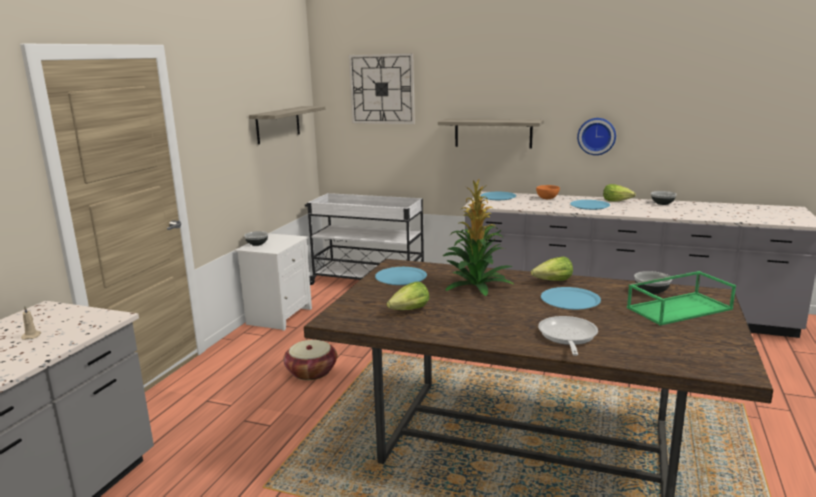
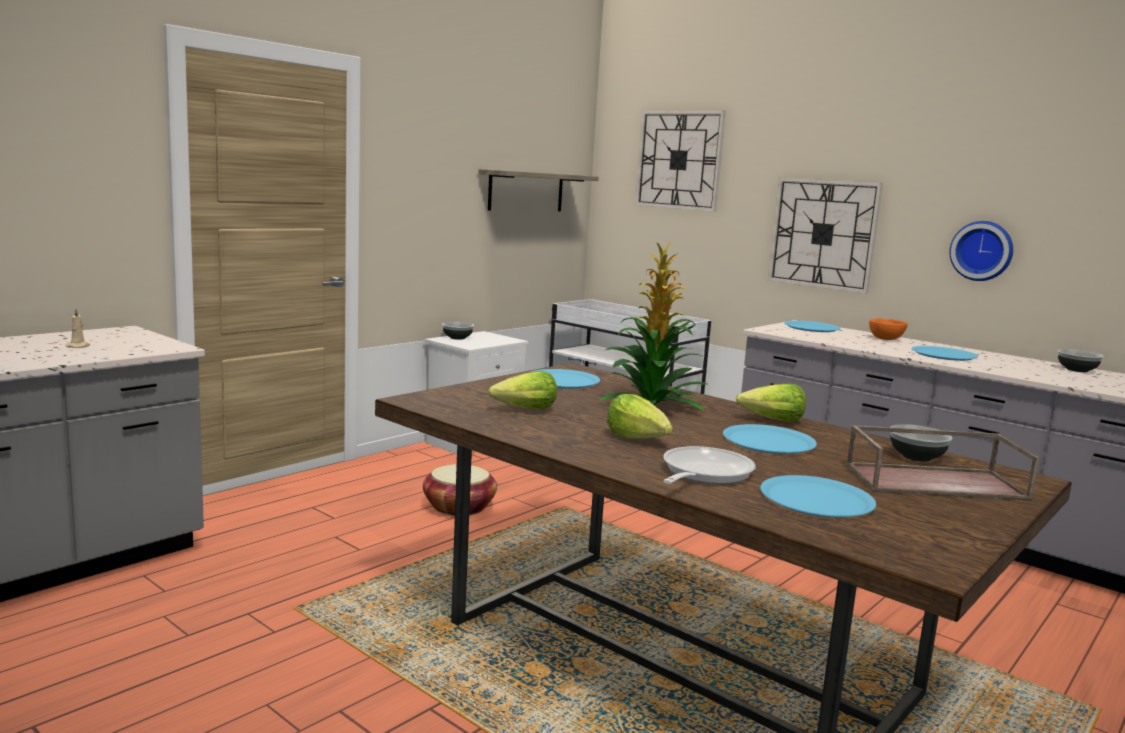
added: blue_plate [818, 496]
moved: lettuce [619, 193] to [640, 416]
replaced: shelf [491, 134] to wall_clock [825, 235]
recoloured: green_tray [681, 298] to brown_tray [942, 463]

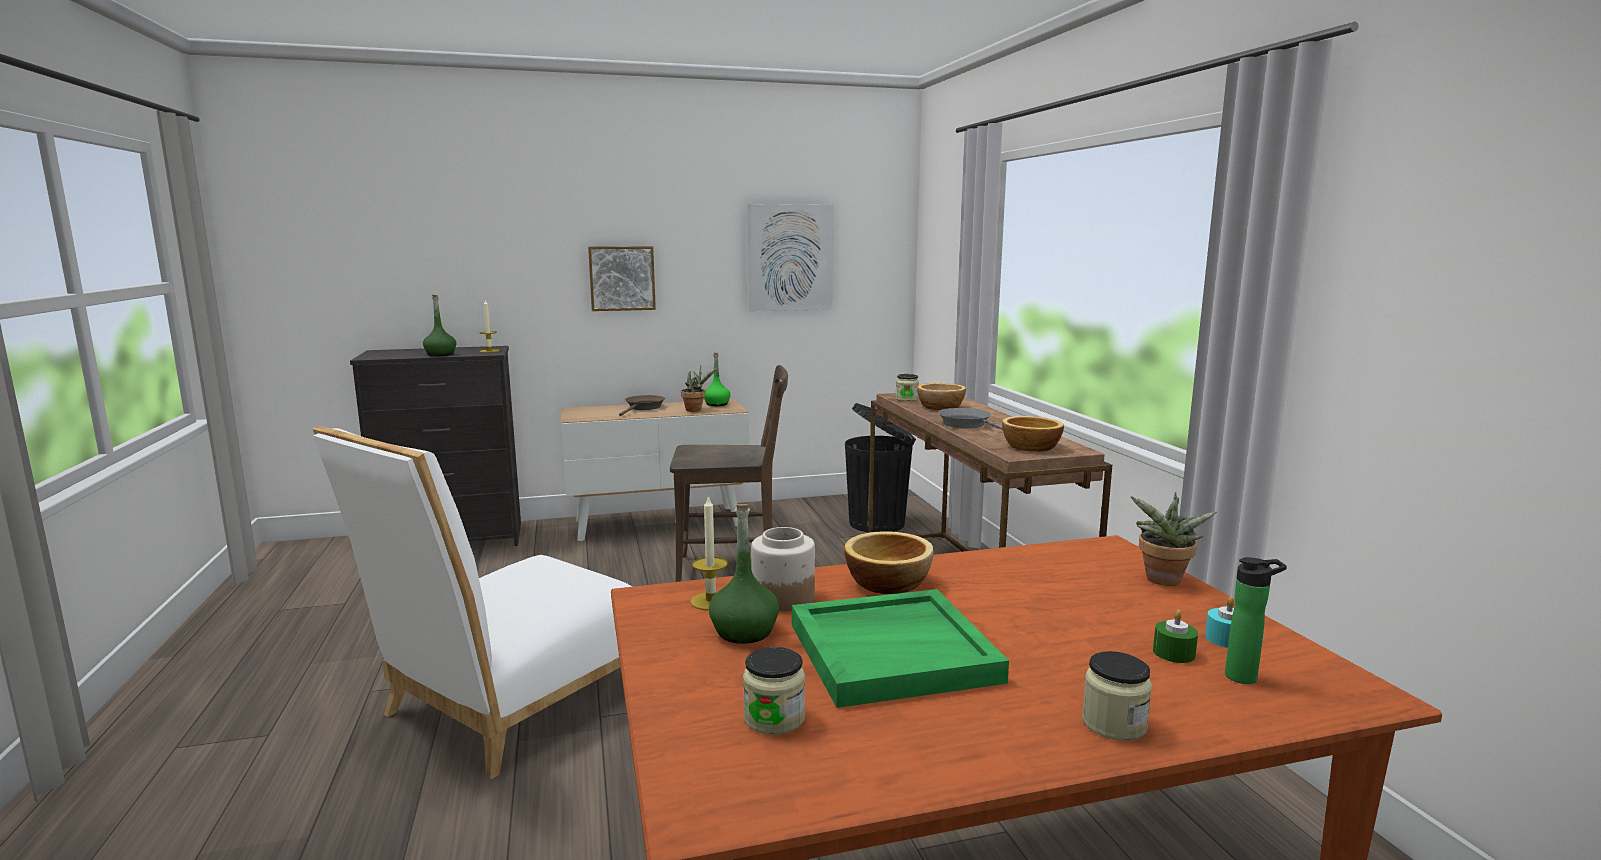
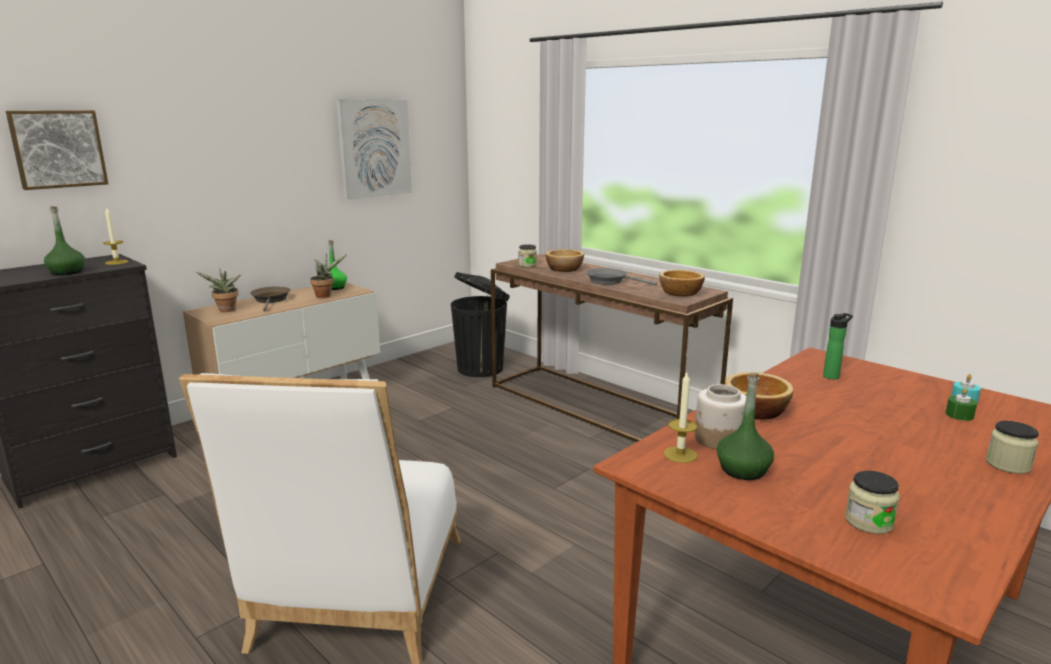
removed: brown_chair [729, 473]; green_tray [900, 648]
moved: picture [622, 278] to [57, 150]; potted_plant [1173, 539] to [218, 290]; bottle [1256, 620] to [838, 346]

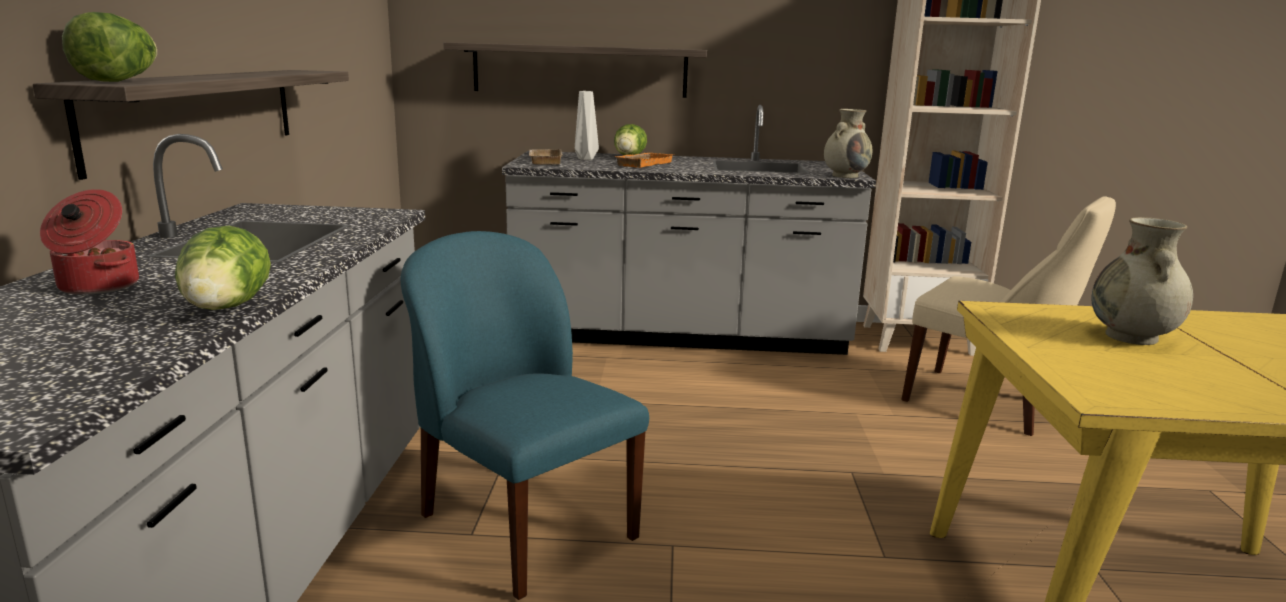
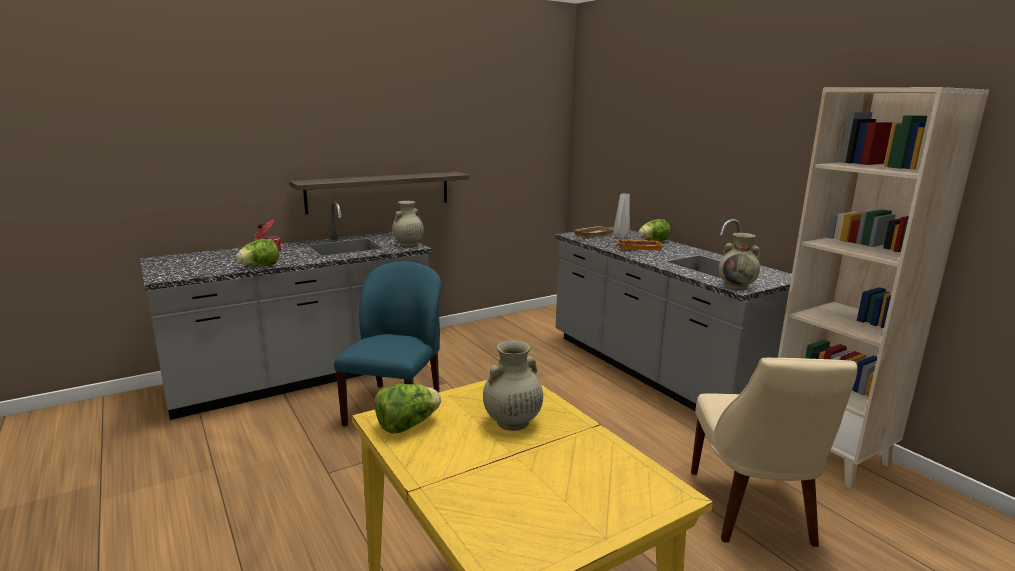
removed: shelf [575, 70]
added: beige_vase [408, 224]
moved: lettuce [109, 47] to [408, 409]

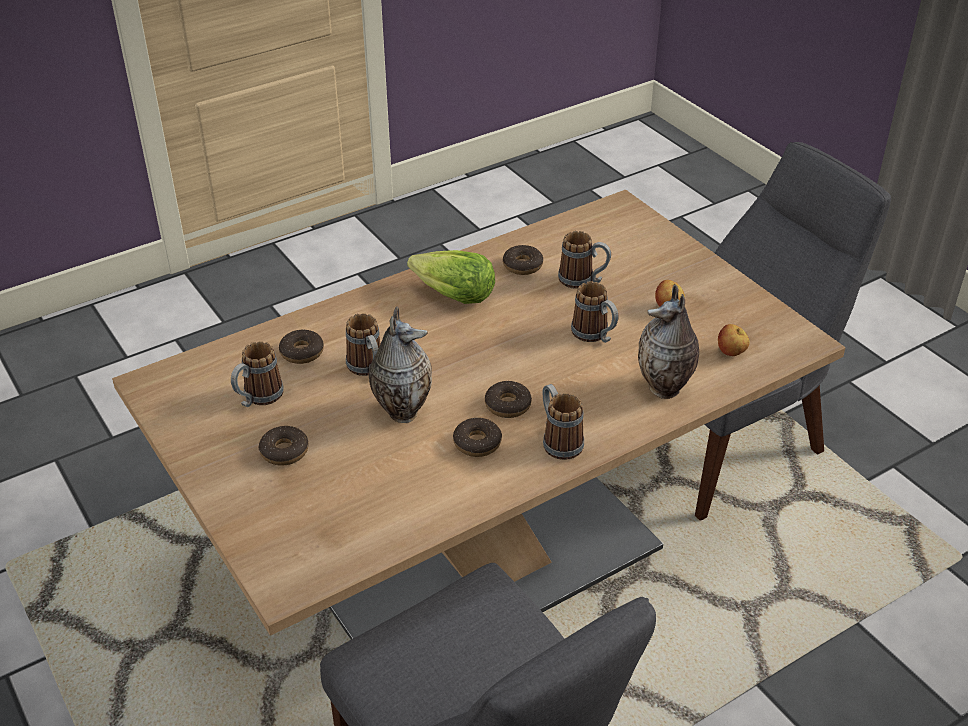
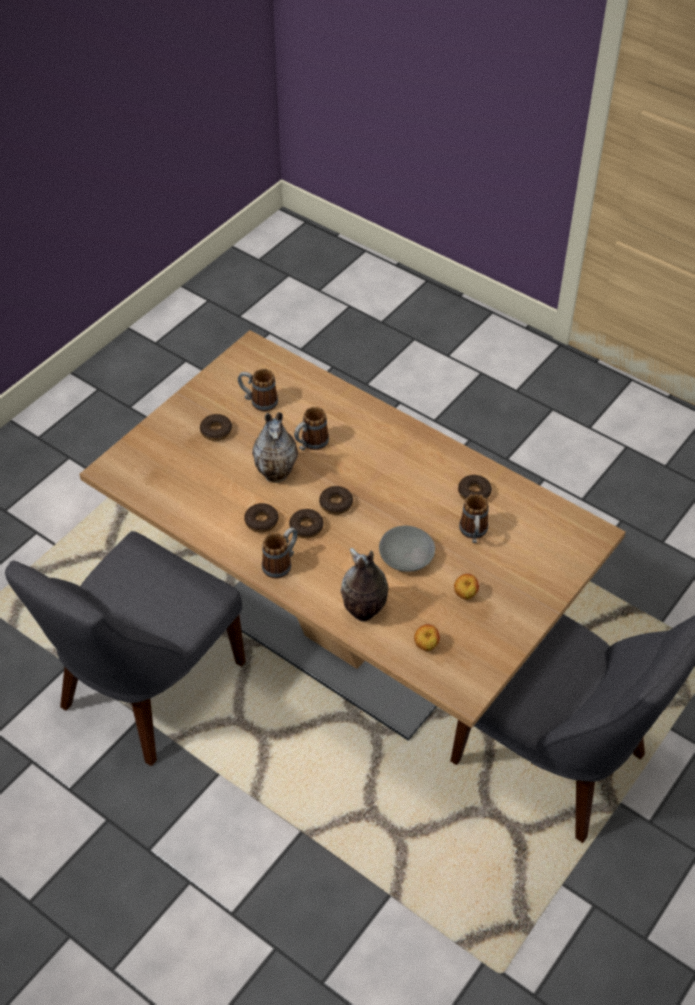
removed: lettuce [451, 277]
moved: donut [301, 347] to [336, 500]
replaced: mug [594, 312] to grey_bowl [407, 549]

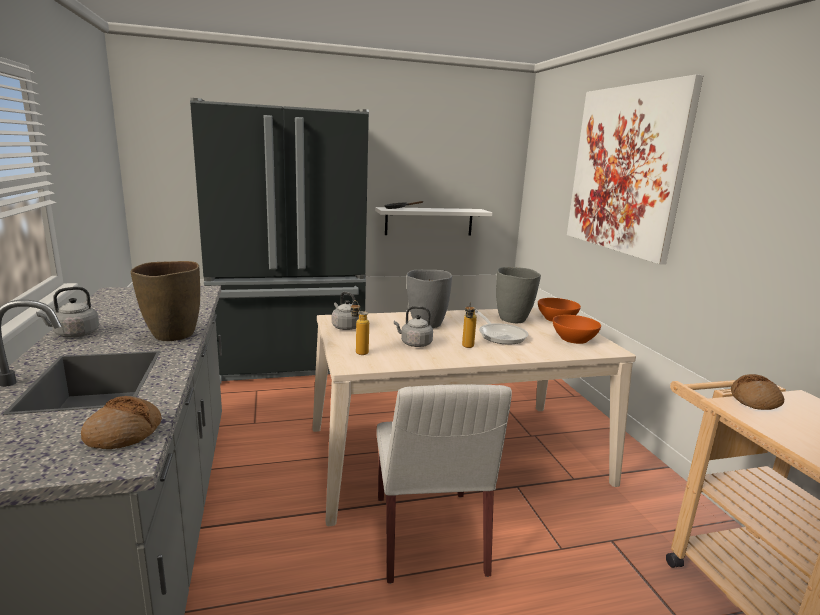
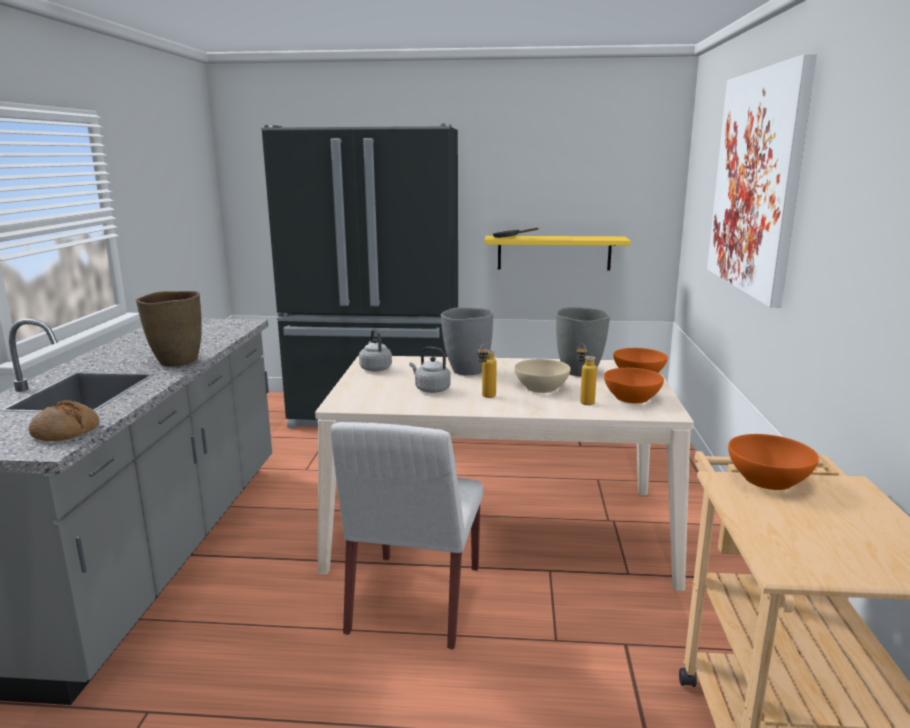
removed: grey_kettle [67, 312]
moved: bottle [360, 328] to [587, 374]
replaced: frying_pan [501, 326] to beige_bowl [543, 376]; bread [757, 392] to orange_bowl [773, 462]
recoloured: white_shelf [434, 221] to yellow_shelf [557, 253]

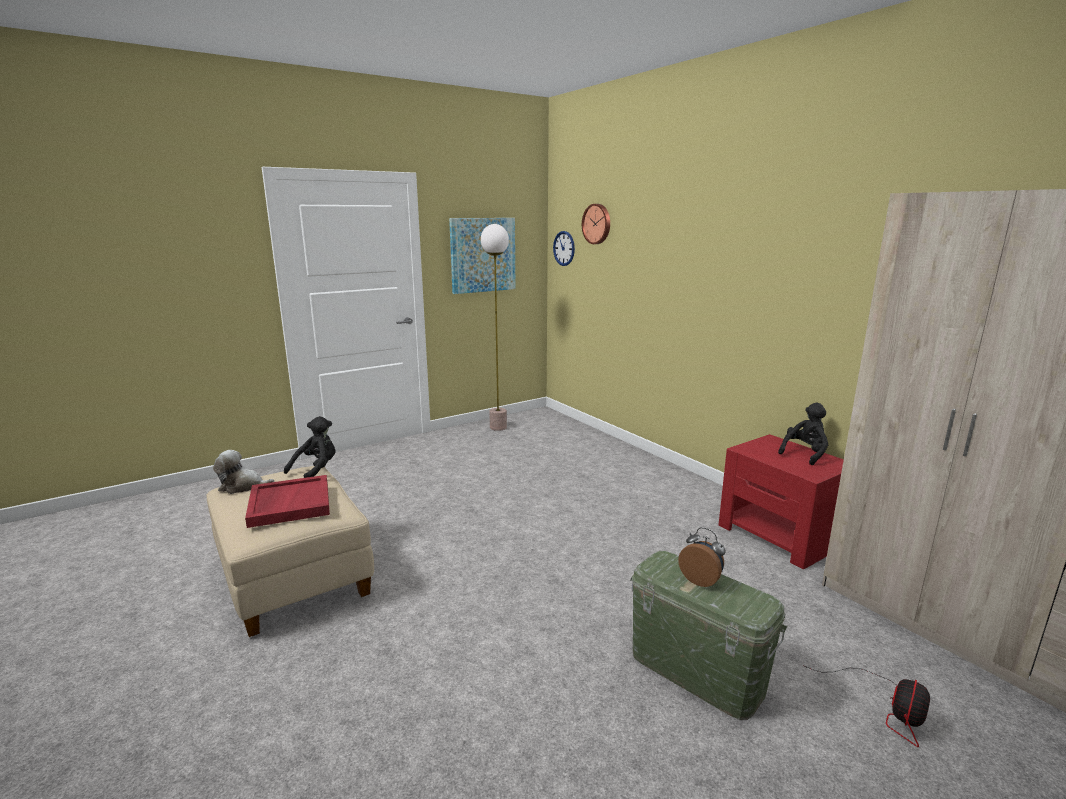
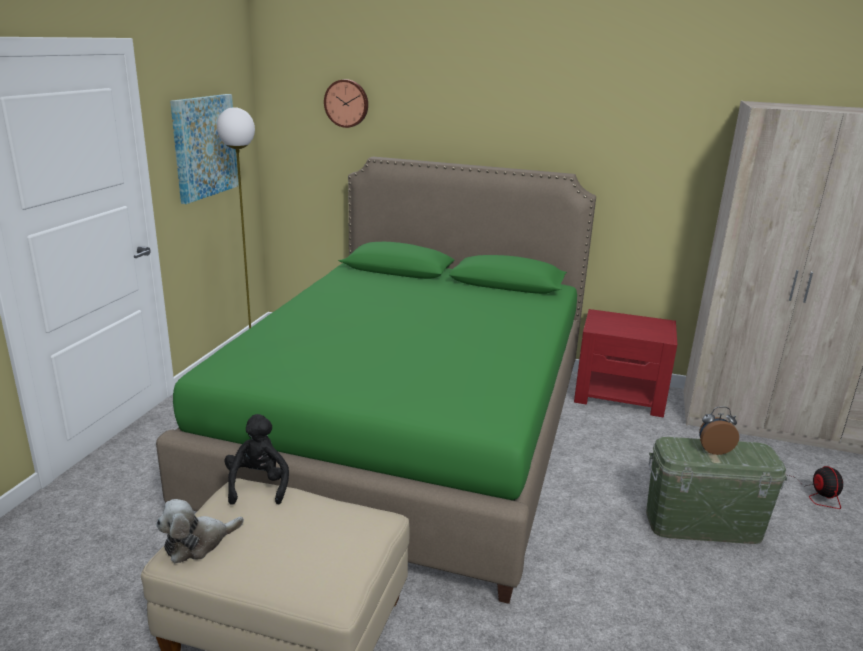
removed: wall_clock [564, 248]; black_plush_toy [803, 434]; red_tray [287, 501]
added: green_bed [376, 380]

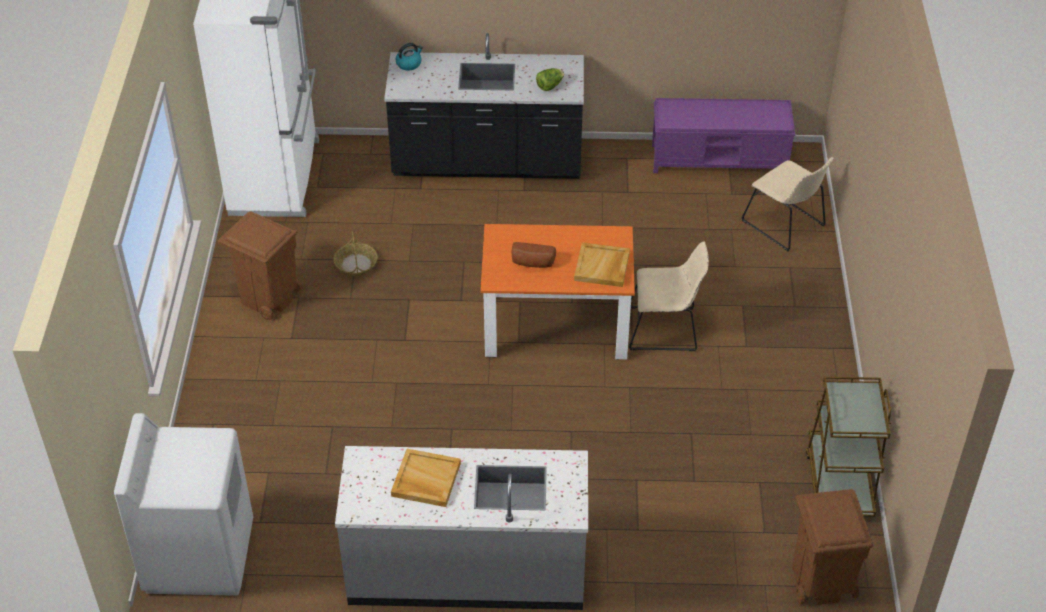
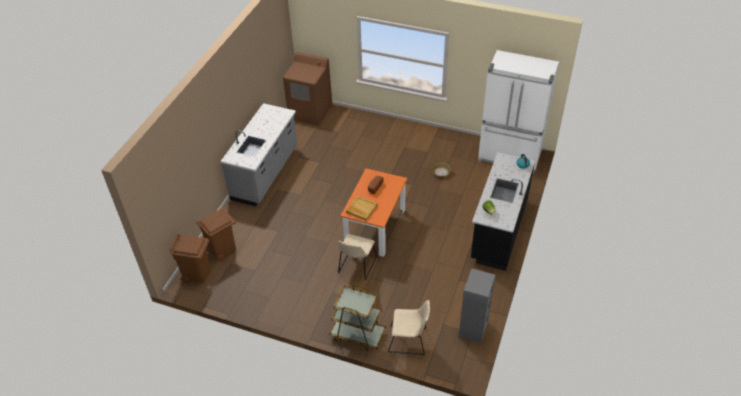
removed: beige_tray [426, 478]
moved: brown_trash_can [260, 266] to [216, 235]; brown_cart [848, 447] to [357, 318]
replaced: purple_bench [724, 135] to grey_bookcase [477, 305]
recoloured: white_washing_machine [183, 504] to brown_washing_machine [307, 88]
turned: beige_chair [787, 204] = [409, 327] 150 degrees counterclockwise

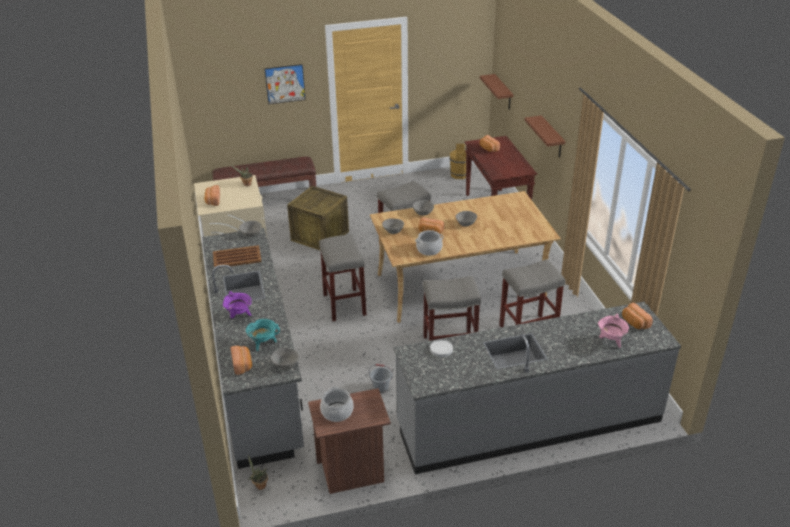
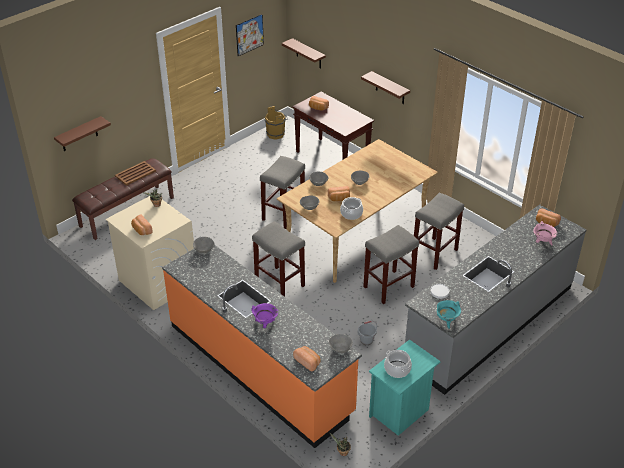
removed: crate [318, 218]
added: brown_shelf [82, 133]
moved: picture [285, 84] to [250, 35]; brown_tray [237, 256] to [135, 173]; turquoise_cooking_pot [263, 335] to [449, 314]
recoloured: grey_counter [253, 348] to orange_counter [262, 346]; brown_nightstand [349, 441] to turquoise_nightstand [404, 387]

